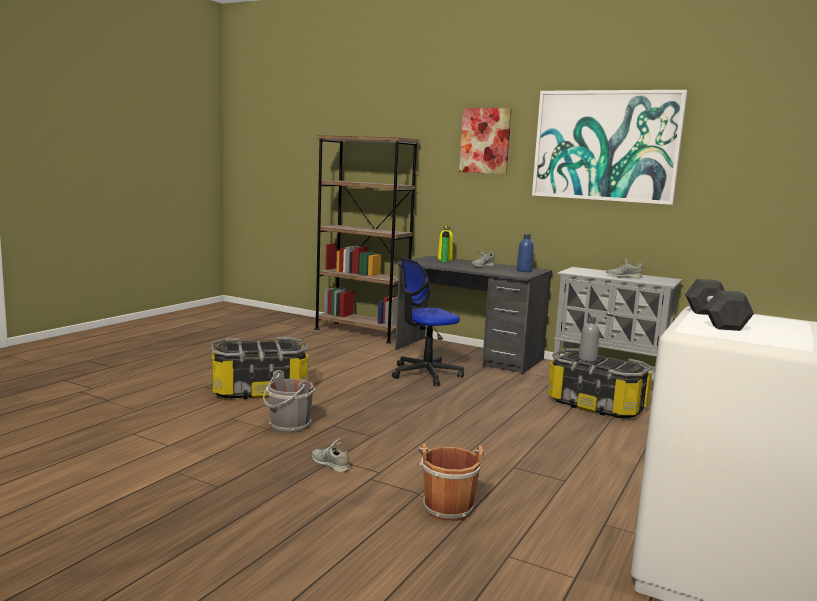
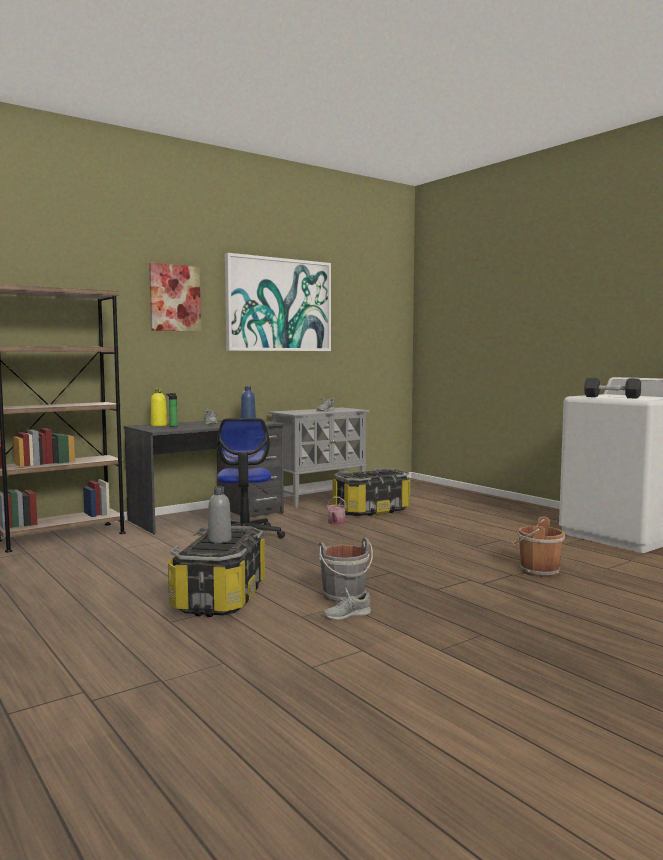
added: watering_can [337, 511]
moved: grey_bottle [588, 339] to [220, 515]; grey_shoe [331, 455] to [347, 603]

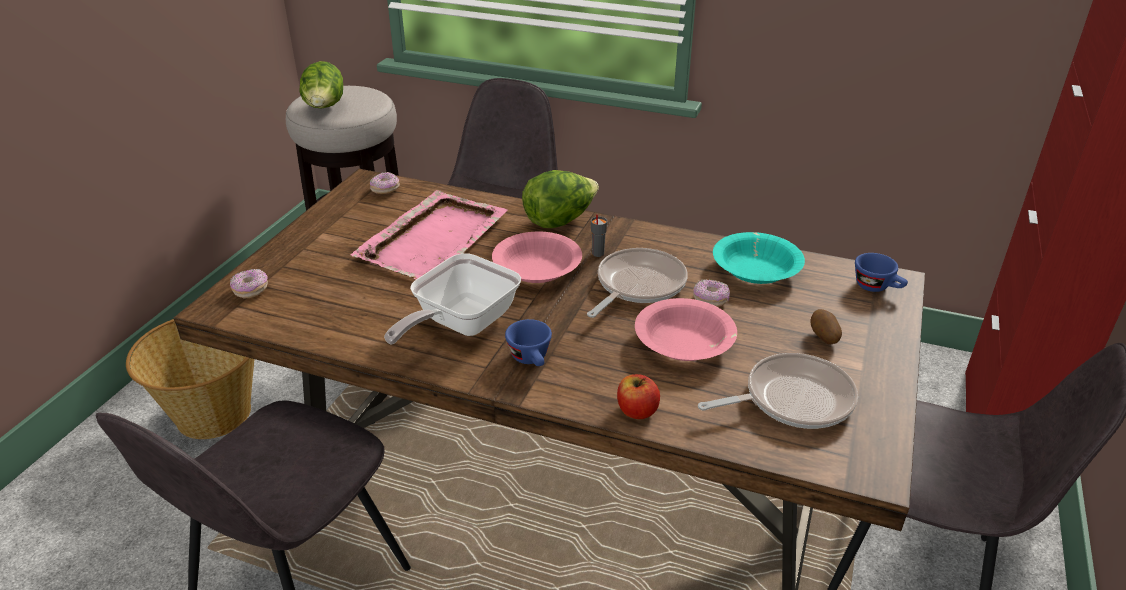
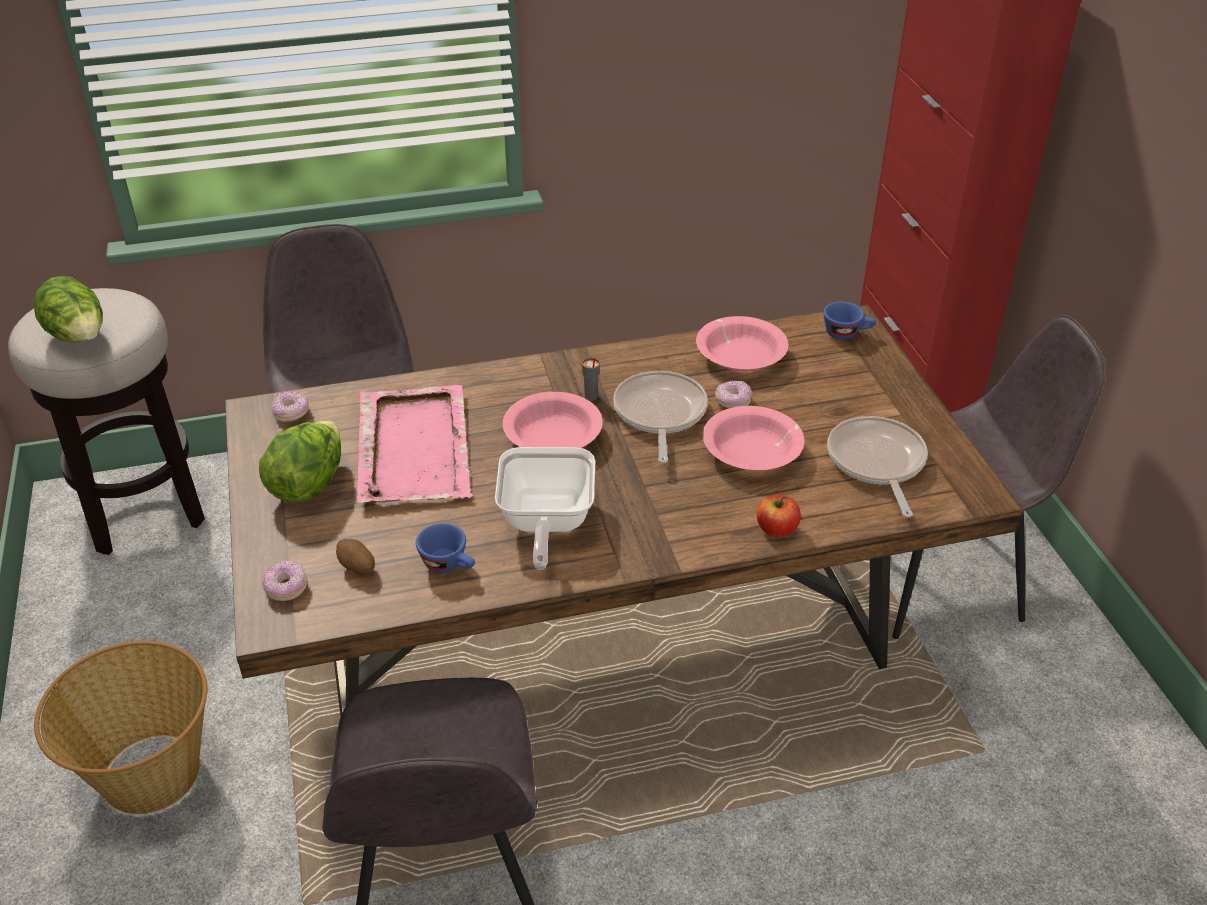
moved: lettuce [560, 199] to [300, 462]; potato [826, 326] to [355, 557]; blue_cup [528, 342] to [445, 548]
recoloured: turquoise_bowl [759, 258] to pink_bowl [742, 343]
turned: frying_pan [778, 391] = [877, 466] 45 degrees counterclockwise

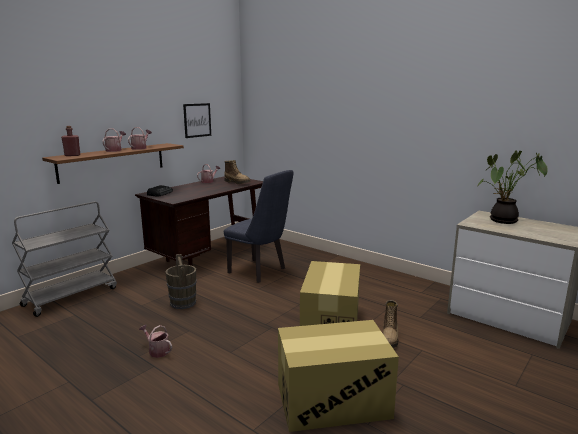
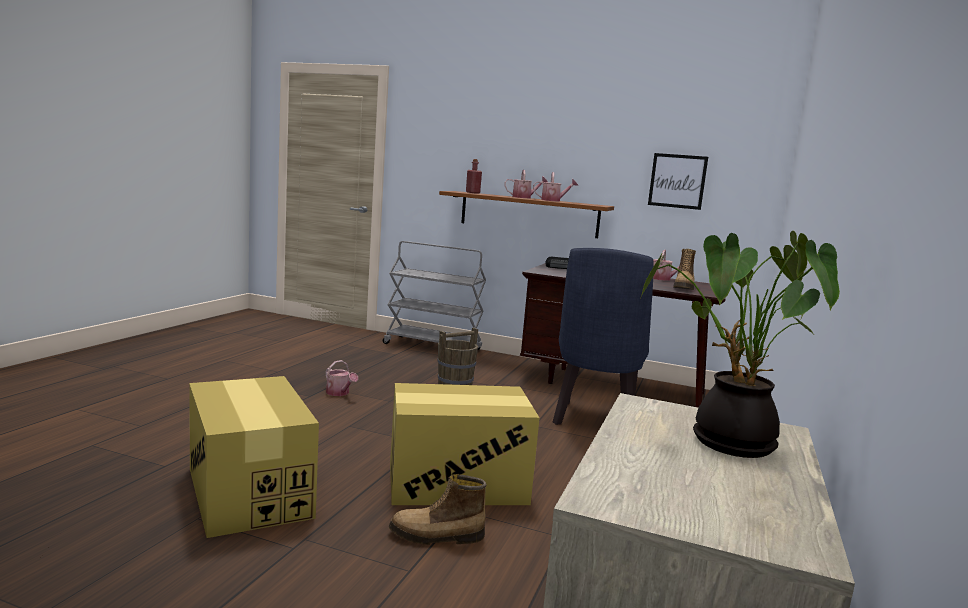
turned: watering_can [155, 341] = [342, 378] 120 degrees clockwise

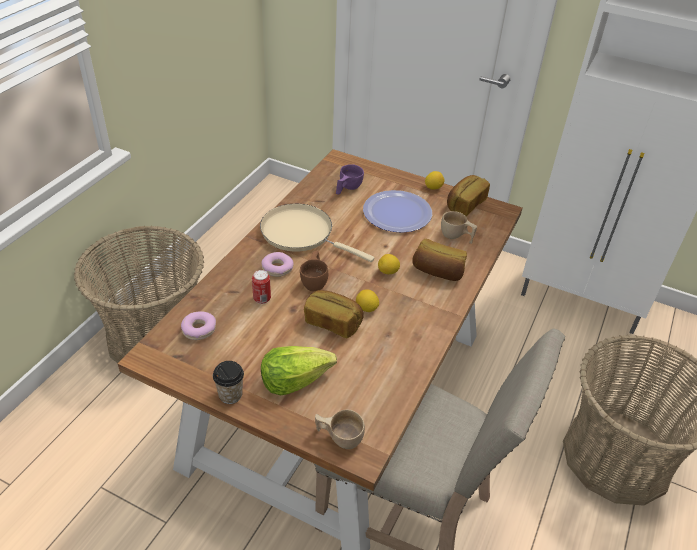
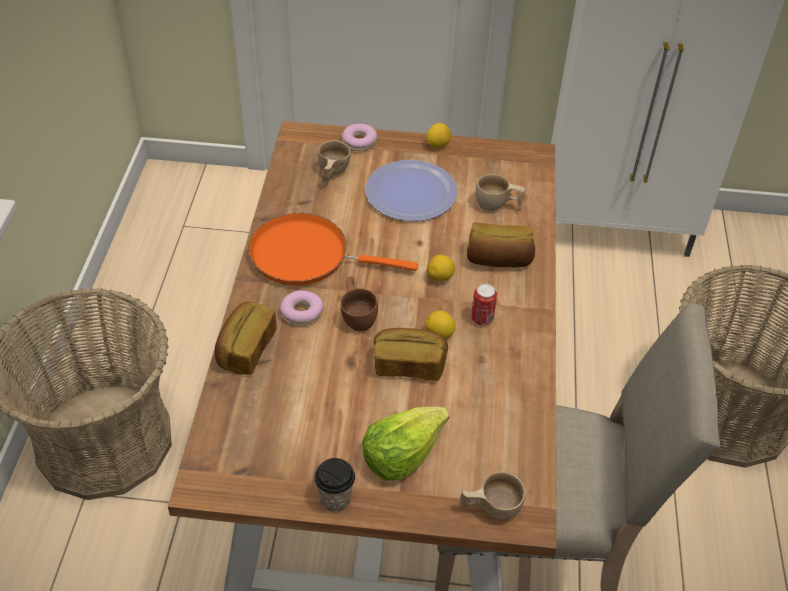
moved: bread [468, 195] to [246, 338]; can [261, 287] to [484, 305]; donut [198, 325] to [359, 137]
recoloured: purple_cup [350, 179] to beige_cup [334, 163]; beige_frying_pan [317, 233] to orange_frying_pan [333, 249]

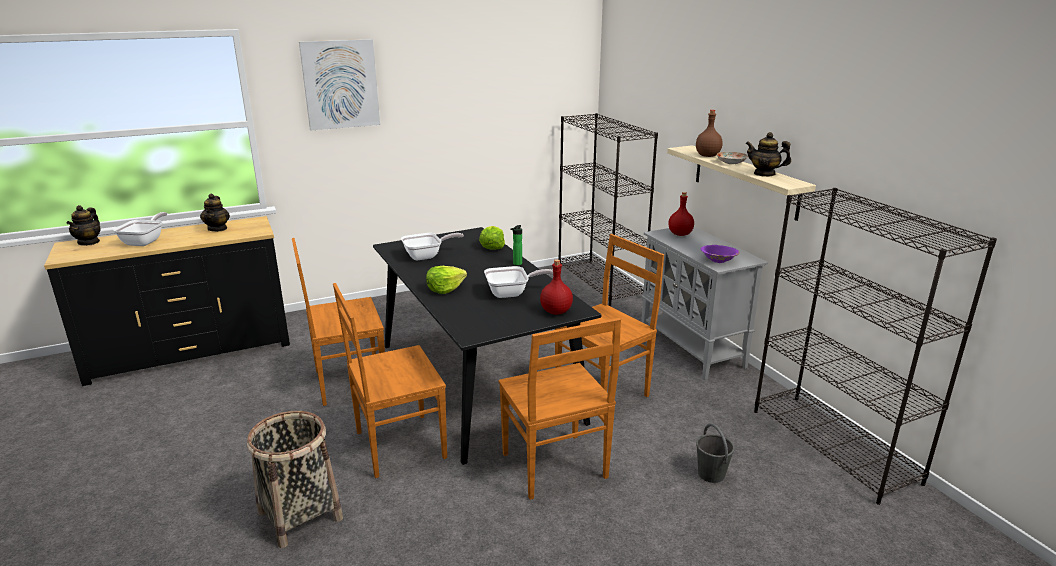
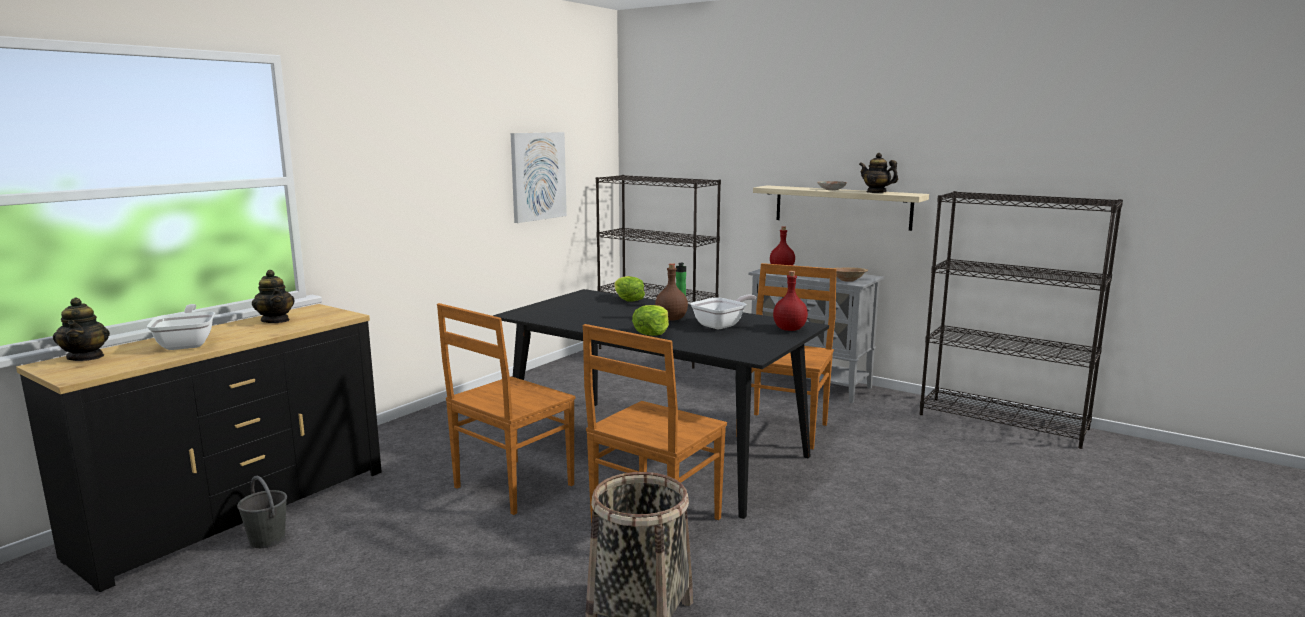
removed: frying_pan [432, 246]; brown_chair [559, 409]
moved: picture [339, 84] to [539, 177]; brown_bottle [709, 133] to [671, 292]; grey_bucket [715, 453] to [262, 512]
recoloured: purple_bowl [720, 254] to brown_bowl [851, 275]
turned: teapot [768, 154] = [878, 173] 45 degrees clockwise

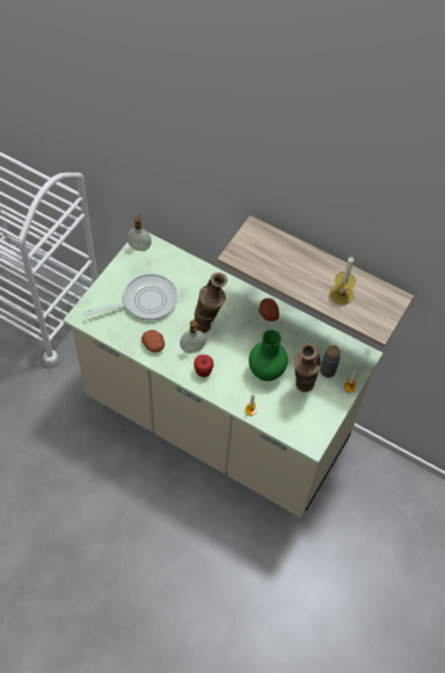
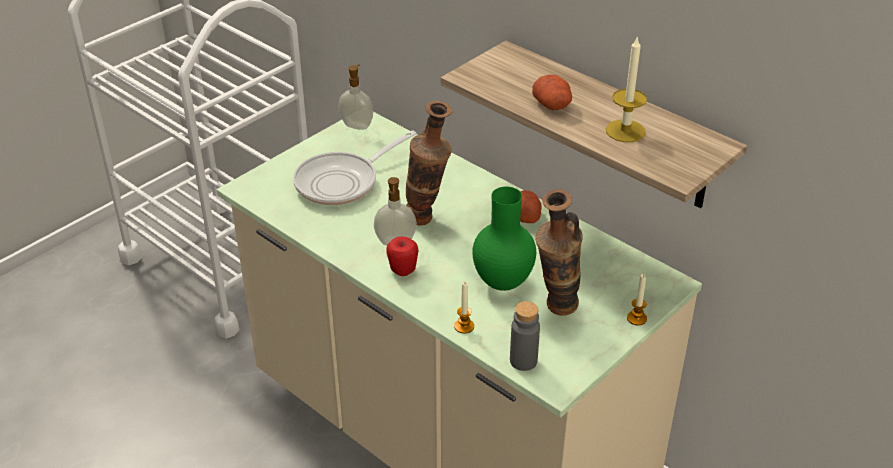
moved: potato [153, 341] to [552, 92]; grey_bottle [330, 361] to [525, 336]
turned: frying_pan [131, 296] = [355, 168] 150 degrees clockwise

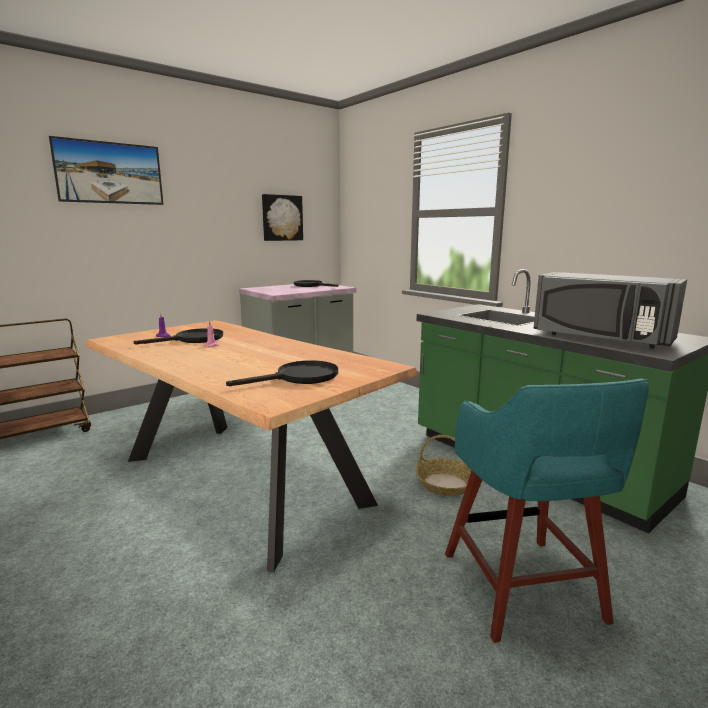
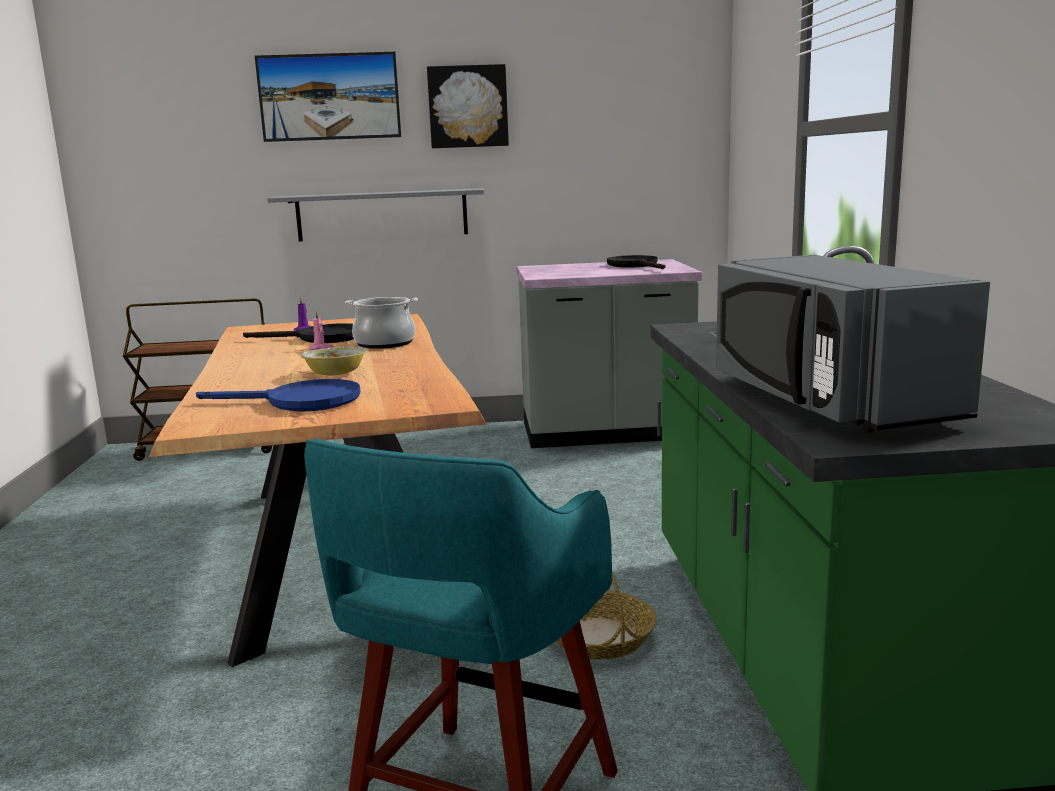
added: grey_shelf [375, 214]; cooking_pot [381, 323]; bowl [333, 361]
moved: picture [282, 217] to [468, 106]
recoloured: black_frying_pan [282, 373] to blue_frying_pan [278, 395]

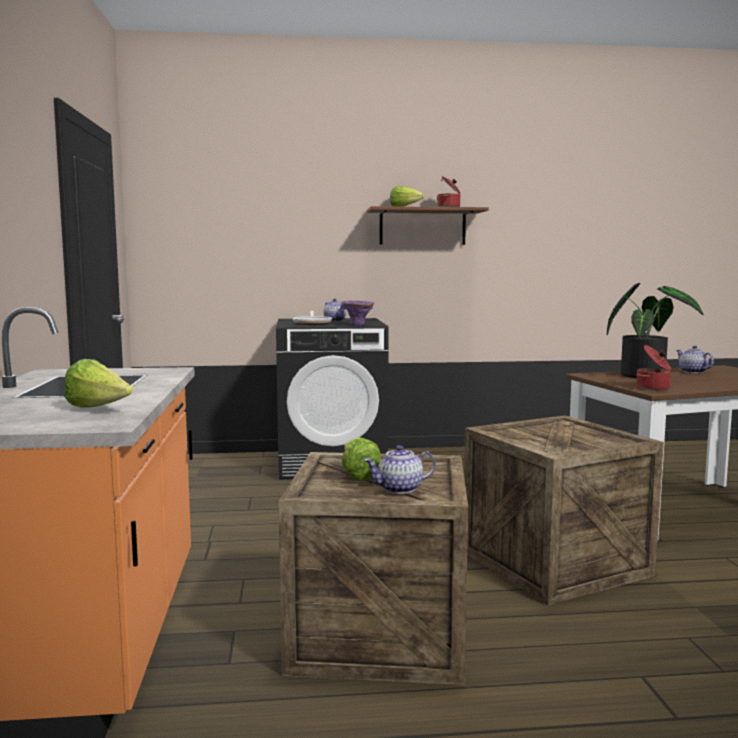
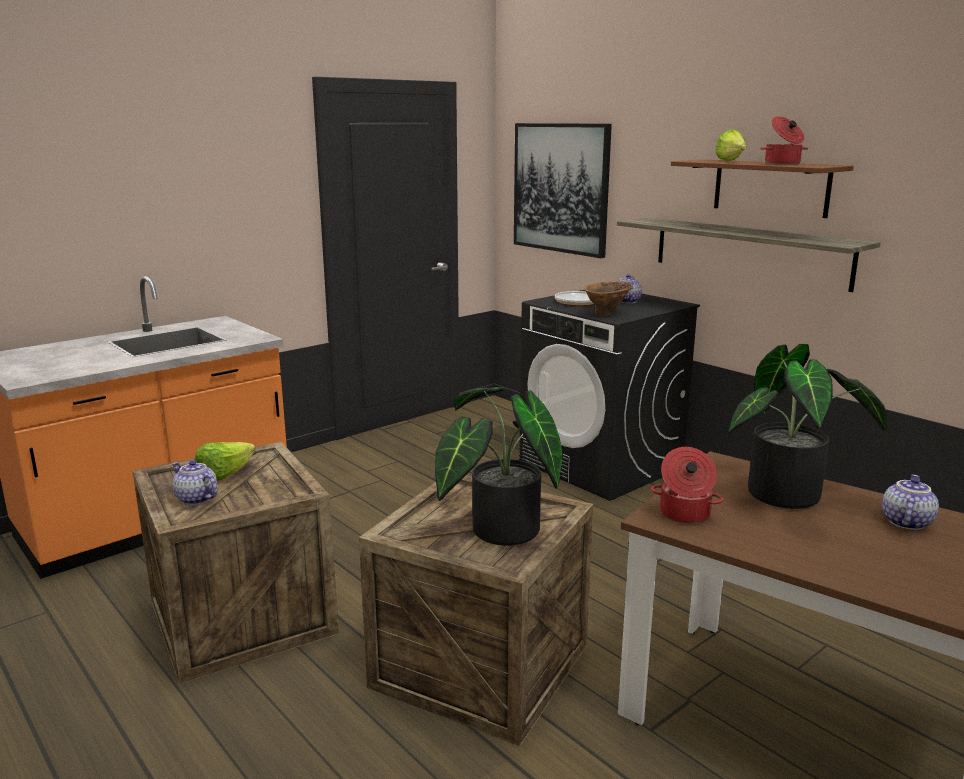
removed: lettuce [98, 383]
added: picture [563, 190]; shelf [749, 254]; potted_plant [499, 466]
recoloured: purple_vase [358, 312] to brown_vase [608, 298]

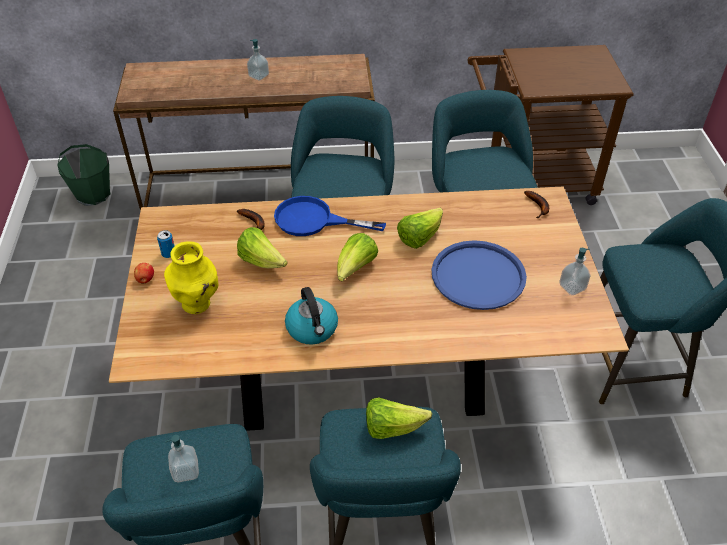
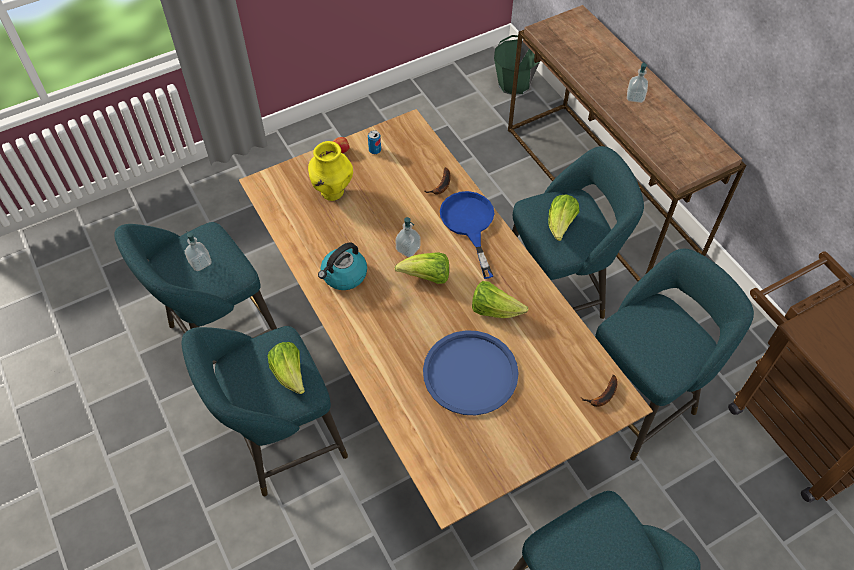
moved: lettuce [262, 247] to [563, 217]; soap_dispenser [574, 271] to [407, 237]

